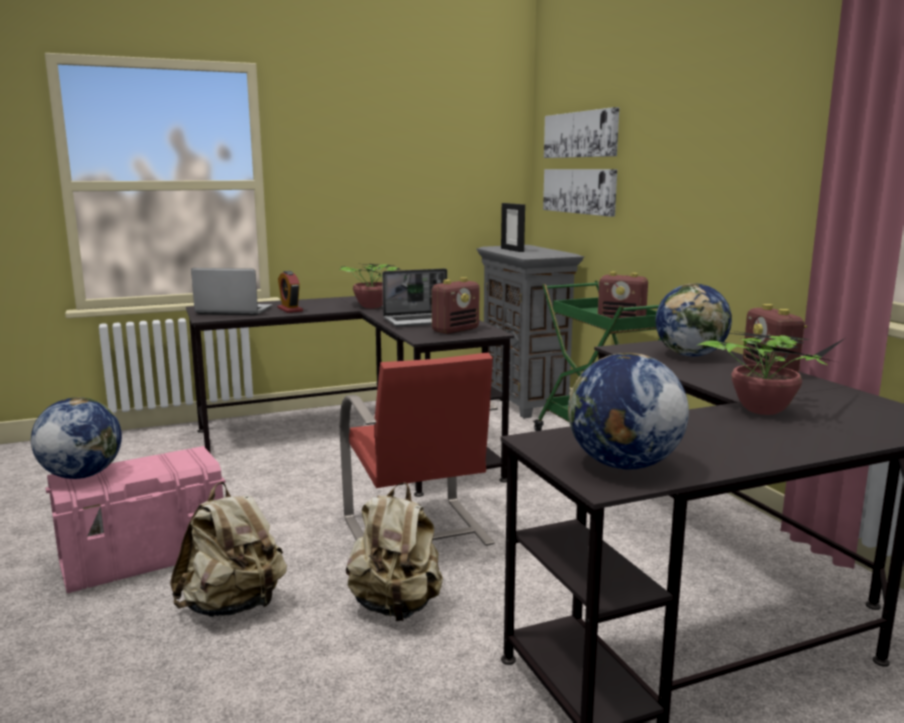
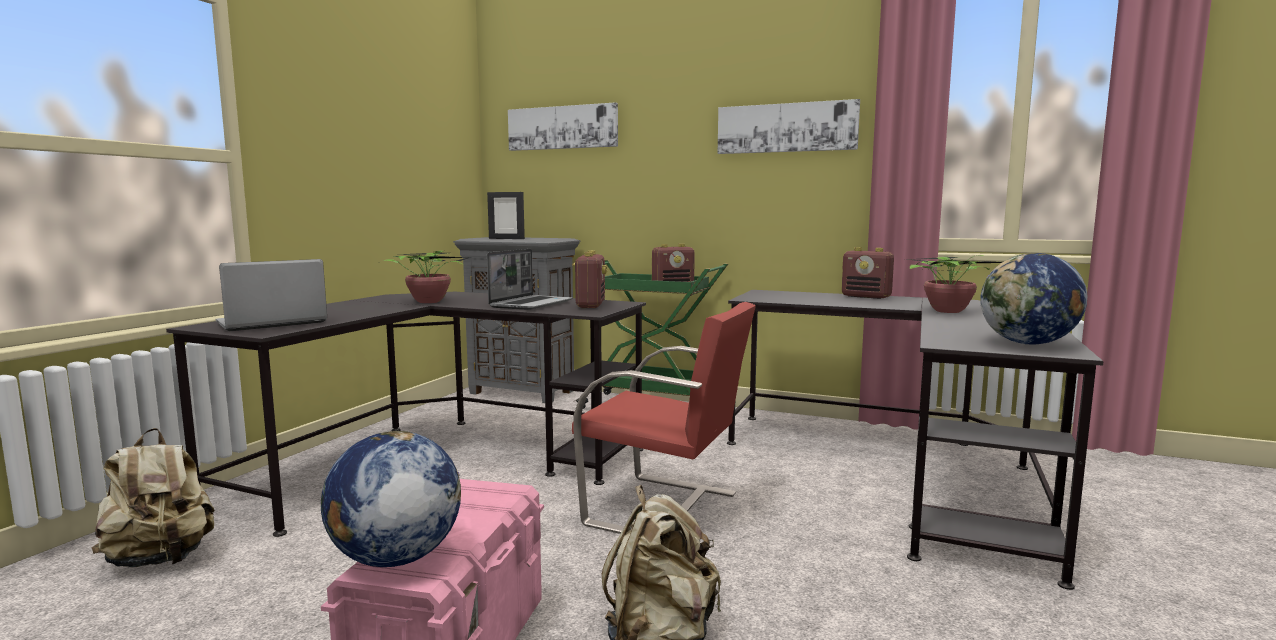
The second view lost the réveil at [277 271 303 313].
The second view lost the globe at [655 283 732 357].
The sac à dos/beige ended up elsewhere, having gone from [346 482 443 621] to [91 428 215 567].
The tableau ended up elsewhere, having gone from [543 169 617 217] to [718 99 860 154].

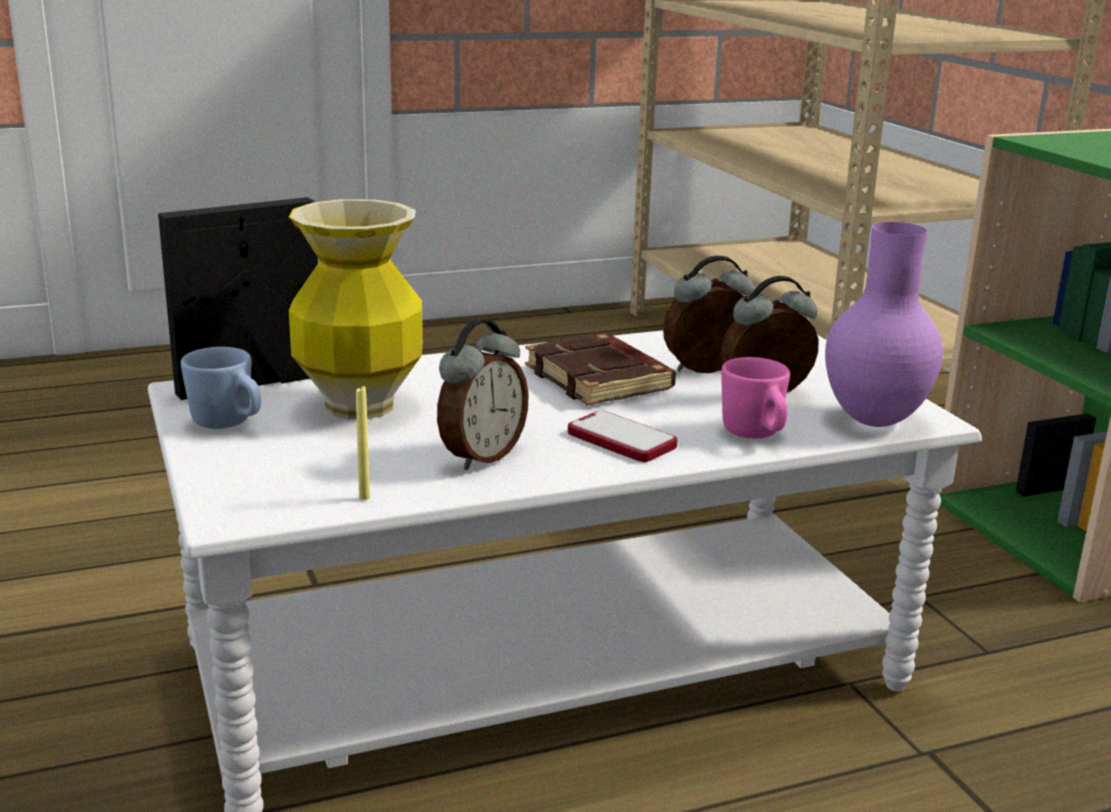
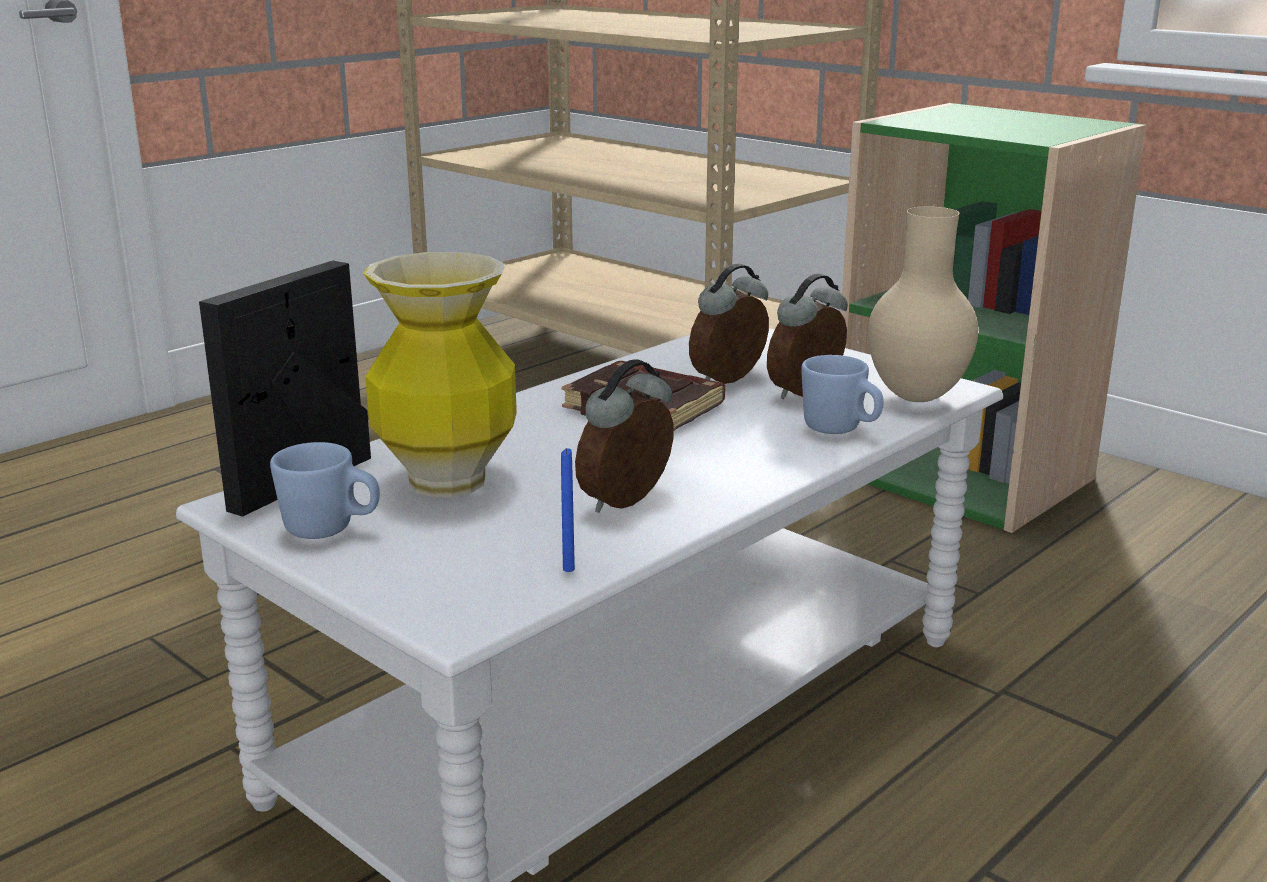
The second view lost the téléphone at [568 411 677 462].
What was the bougie/jaune at [356 385 370 500] turned into the bougie/bleu at [561 448 575 572].
What was the mug/rose at [721 357 790 439] turned into the mug/bleu at [801 355 884 434].
What was the vase/violet at [825 222 943 427] turned into the vase/beige at [868 206 978 402].
The réveil at [437 319 529 470] ended up facing another way, 150 degrees counterclockwise from before.

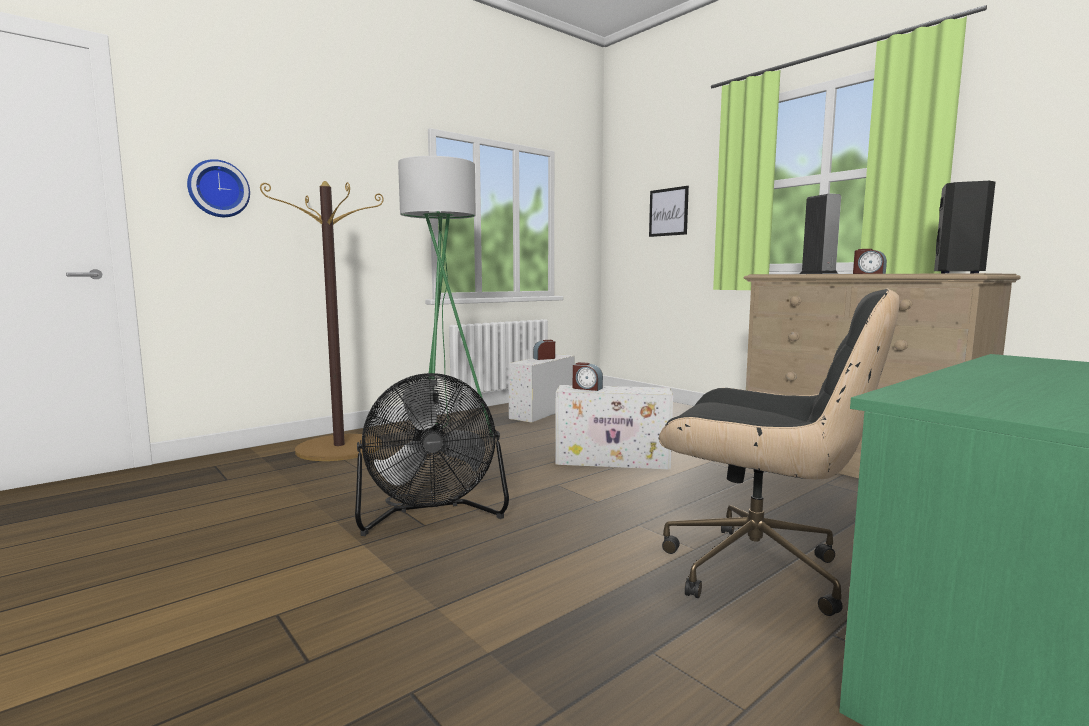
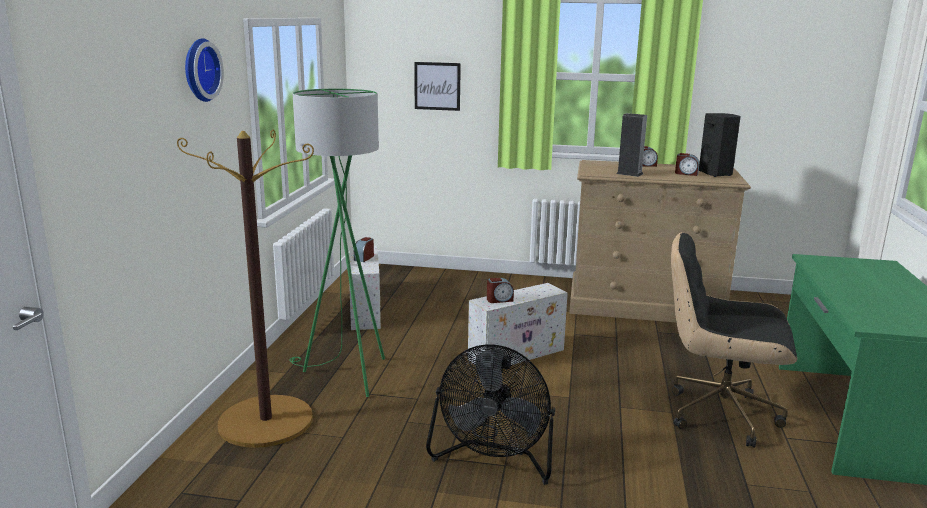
The second view gained the réveil at [675 153 699 176].
The horloge murale ended up elsewhere, having gone from [187 159 250 217] to [185 38 224 102].
The ventilateur/noir at [355 373 509 536] ended up facing another way, 75 degrees clockwise from before.
The chaise de bureau/noir at [659 288 900 616] ended up facing another way, 150 degrees counterclockwise from before.

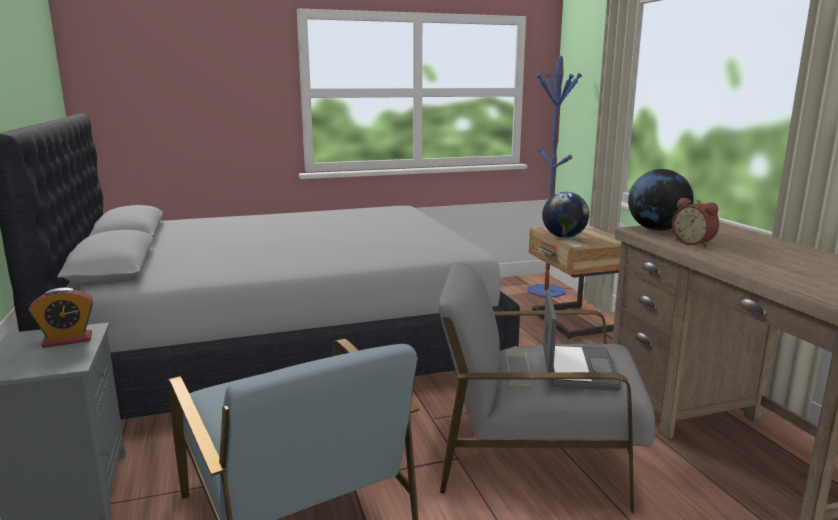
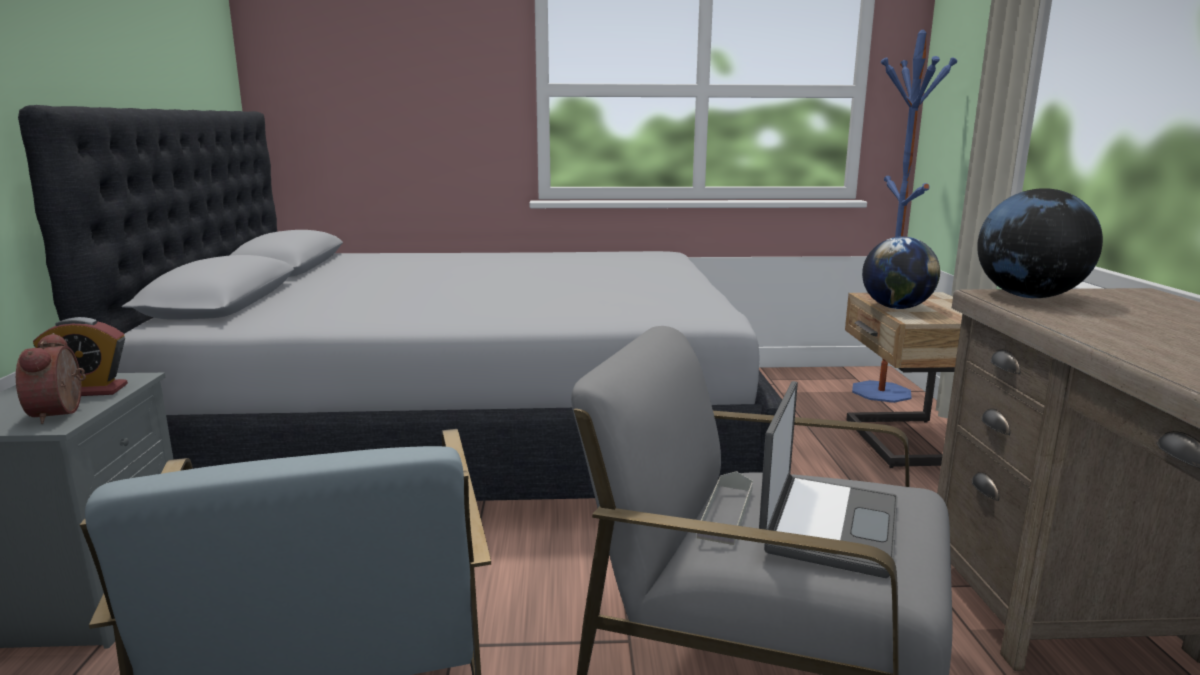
The réveil ended up elsewhere, having gone from [672 197 719 247] to [16 333 86 424].

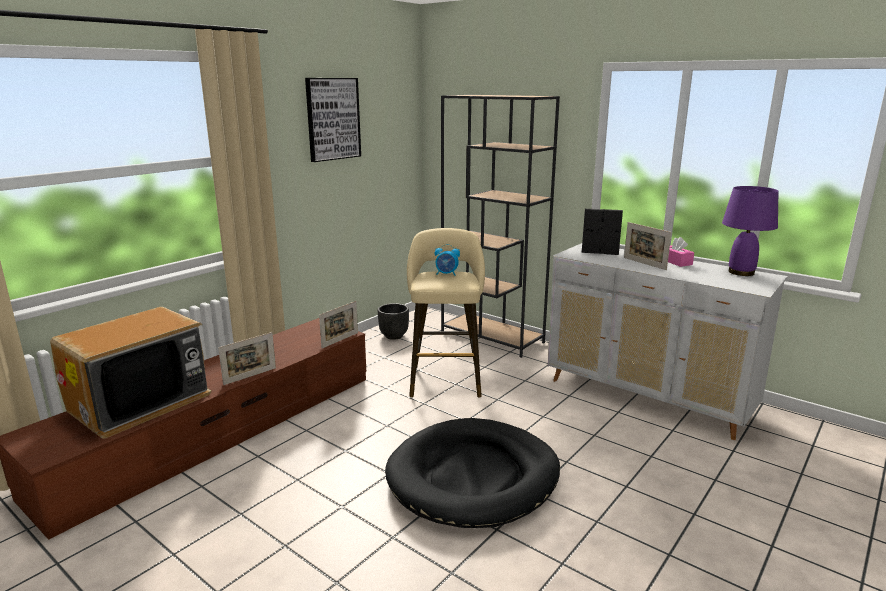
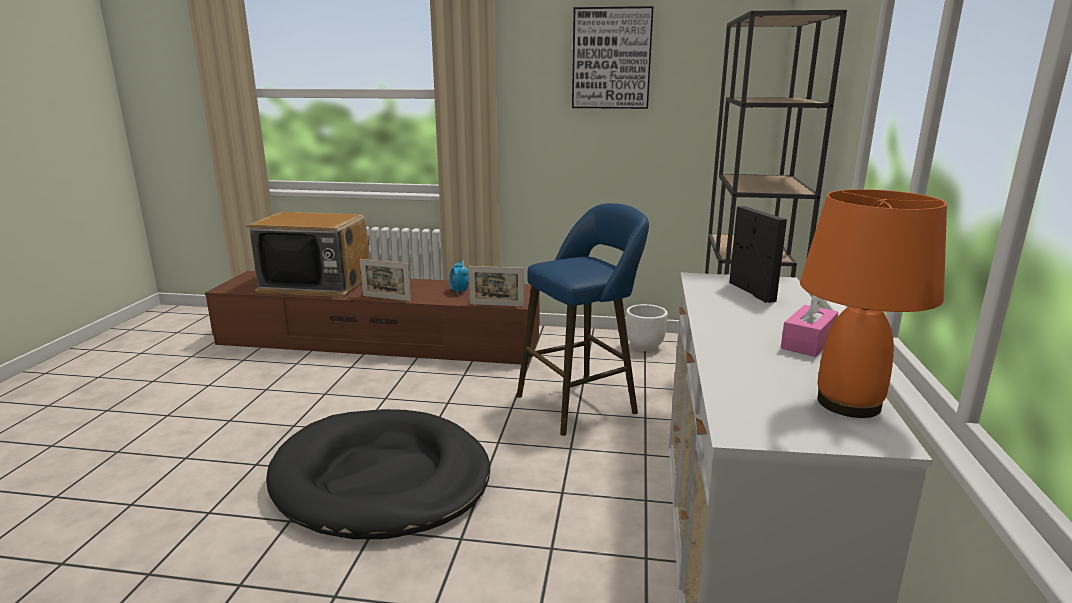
The second view lost the cadre photo at [624 222 672 270].
The réveil ended up elsewhere, having gone from [435 244 460 276] to [449 260 469 295].
What was the cache-pot/noir at [378 303 409 340] turned into the cache-pot/blanc at [626 304 668 351].
What was the tabouret/beige at [407 228 485 397] turned into the tabouret/bleu at [517 203 649 436].
What was the lampe de table/violet at [722 186 778 276] turned into the lampe de table/orange at [800 189 947 418].

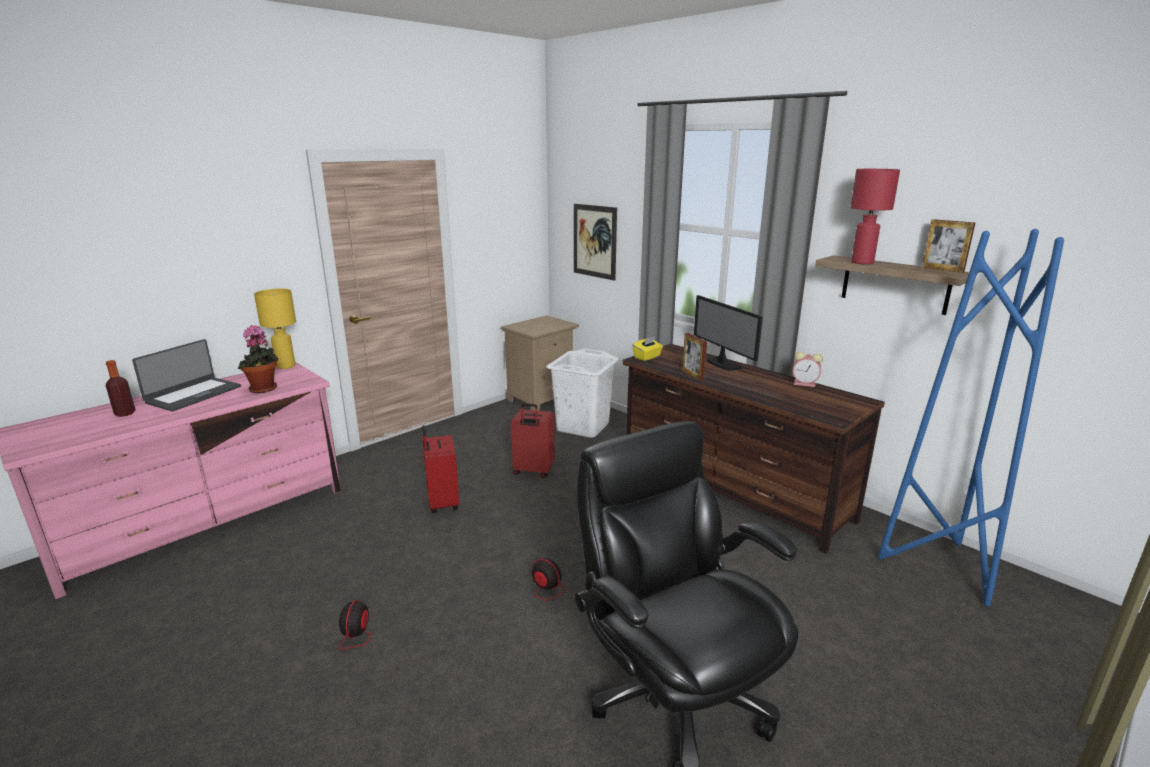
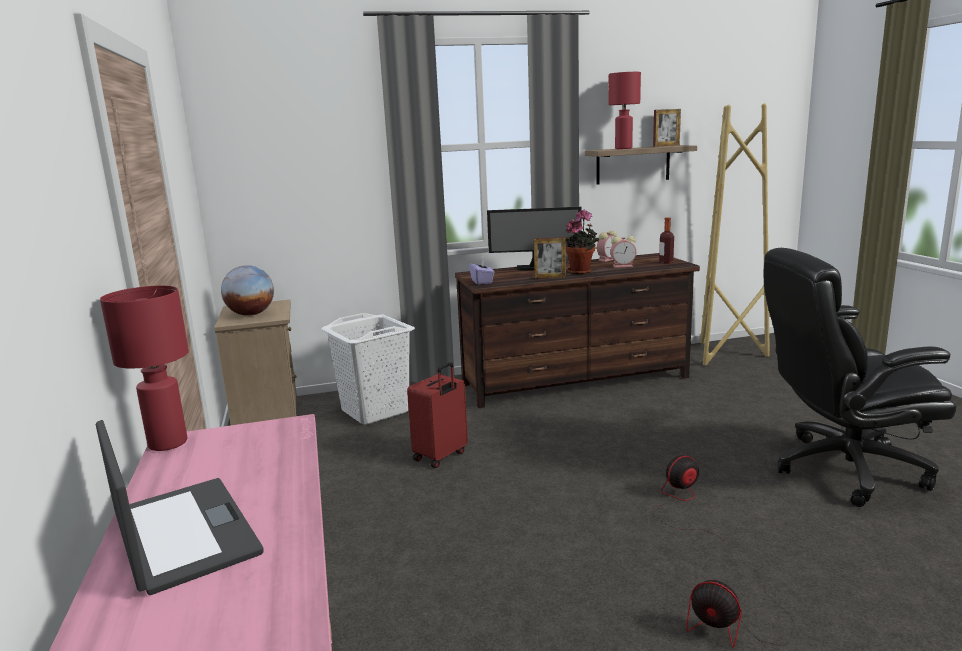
The second view lost the valise/rouge at [422 425 460 513].
The second view lost the tableau at [574 204 617 281].
The second view gained the globe at [221 265 274 316].
The second view gained the réveil at [610 236 636 268].
The bouteille ended up elsewhere, having gone from [106 360 135 417] to [659 217 674 264].
The plante en pot ended up elsewhere, having gone from [238 325 278 393] to [566 209 599 274].
What was the lampe de table/jaune at [254 289 296 369] turned into the lampe de table/rouge at [100 285 189 451].
What was the boîte à mouchoirs/jaune at [632 336 663 361] turned into the boîte à mouchoirs/violet at [469 258 494 285].
What was the portant/bleu at [878 229 1064 607] turned into the portant/jaune at [700 103 770 366].

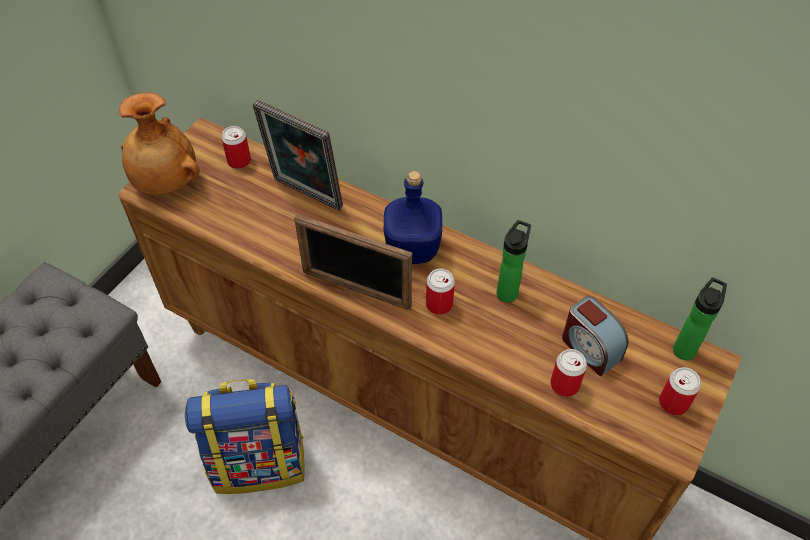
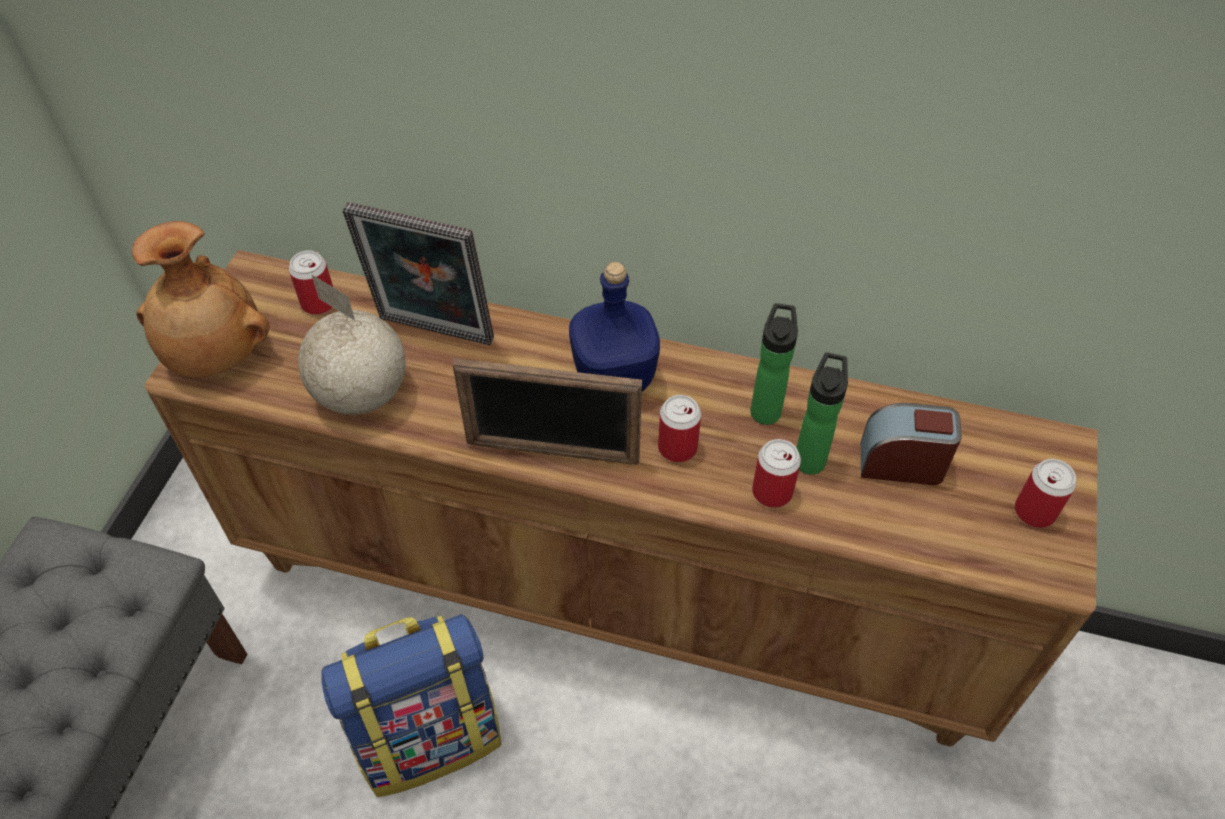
The second view gained the globe at [298 274 406 415].
The boîte métallique ended up elsewhere, having gone from [550 349 587 397] to [752 439 801 508].
The bouteille ended up elsewhere, having gone from [673 278 727 360] to [796 353 848 475].
The réveil at [562 296 629 376] ended up facing another way, 150 degrees clockwise from before.

